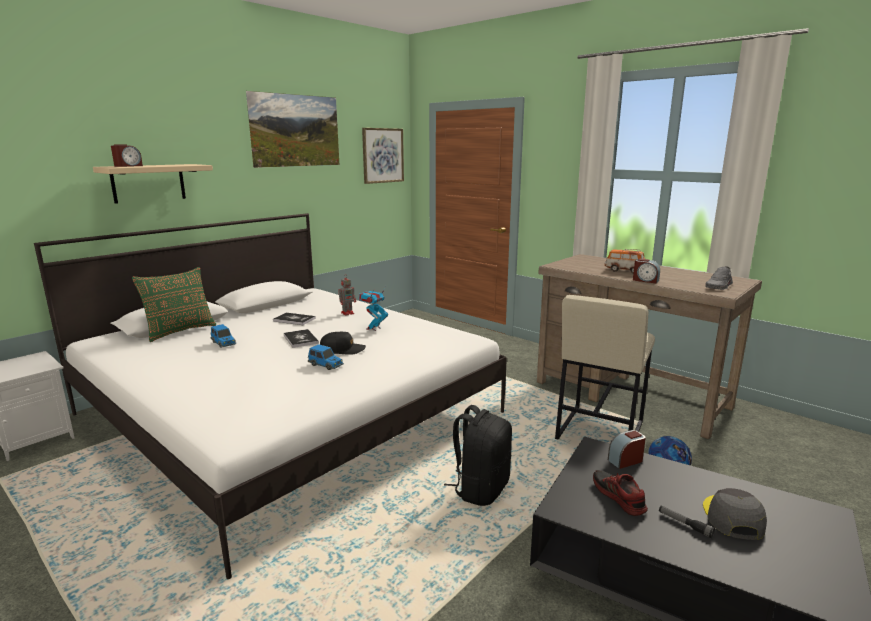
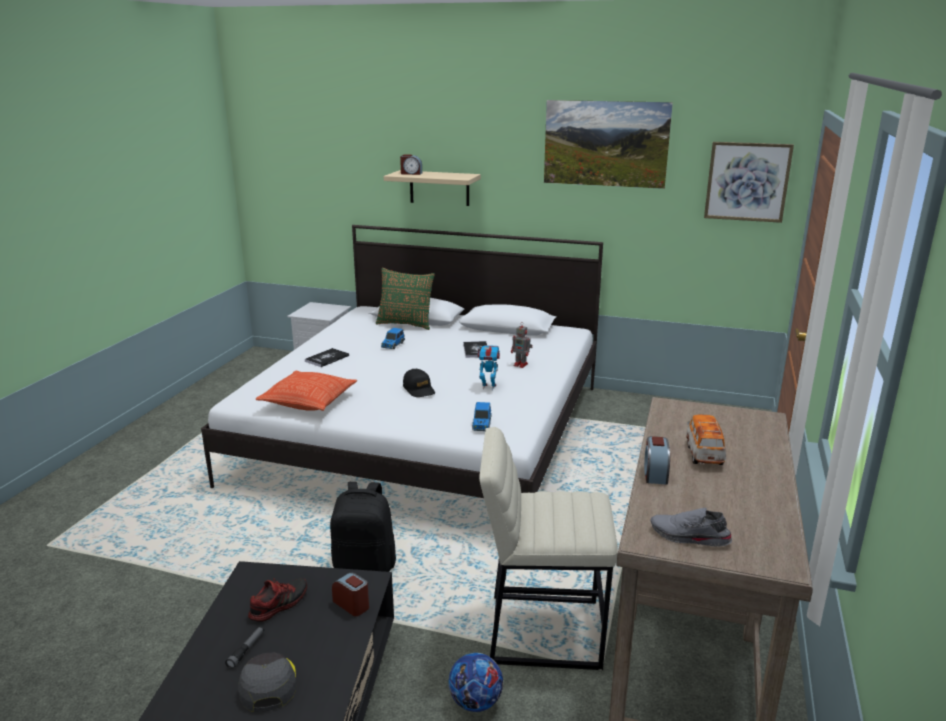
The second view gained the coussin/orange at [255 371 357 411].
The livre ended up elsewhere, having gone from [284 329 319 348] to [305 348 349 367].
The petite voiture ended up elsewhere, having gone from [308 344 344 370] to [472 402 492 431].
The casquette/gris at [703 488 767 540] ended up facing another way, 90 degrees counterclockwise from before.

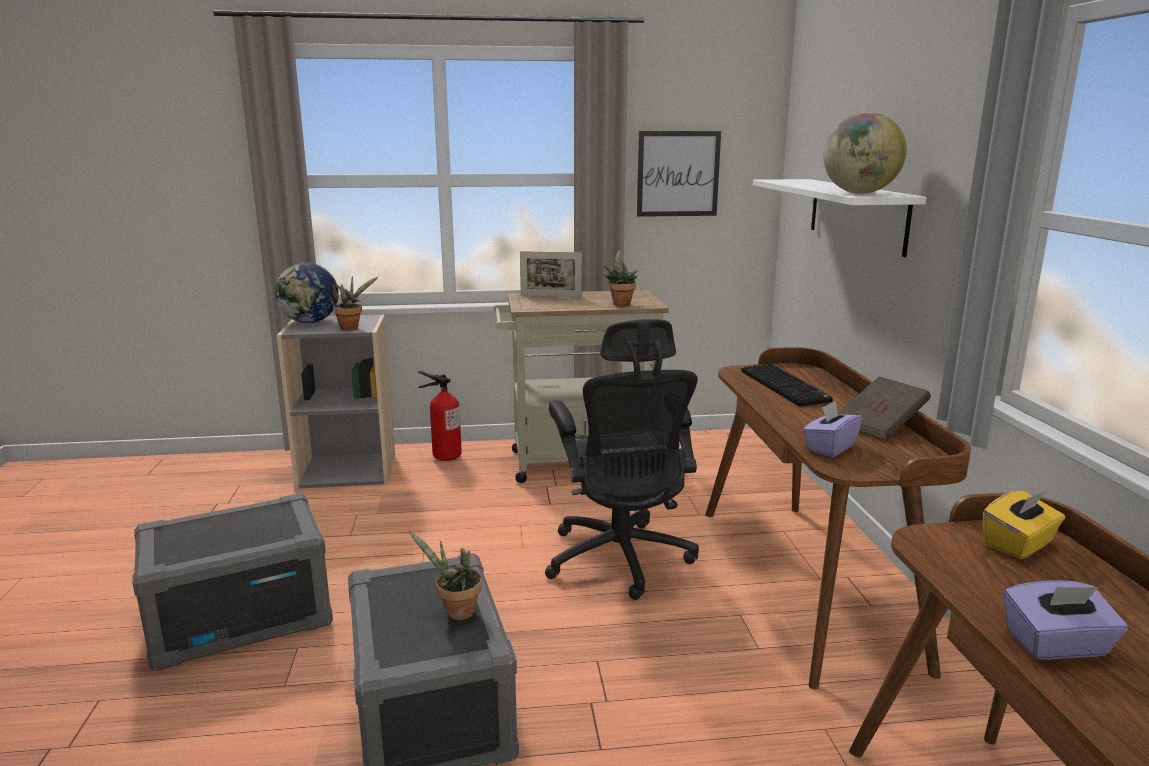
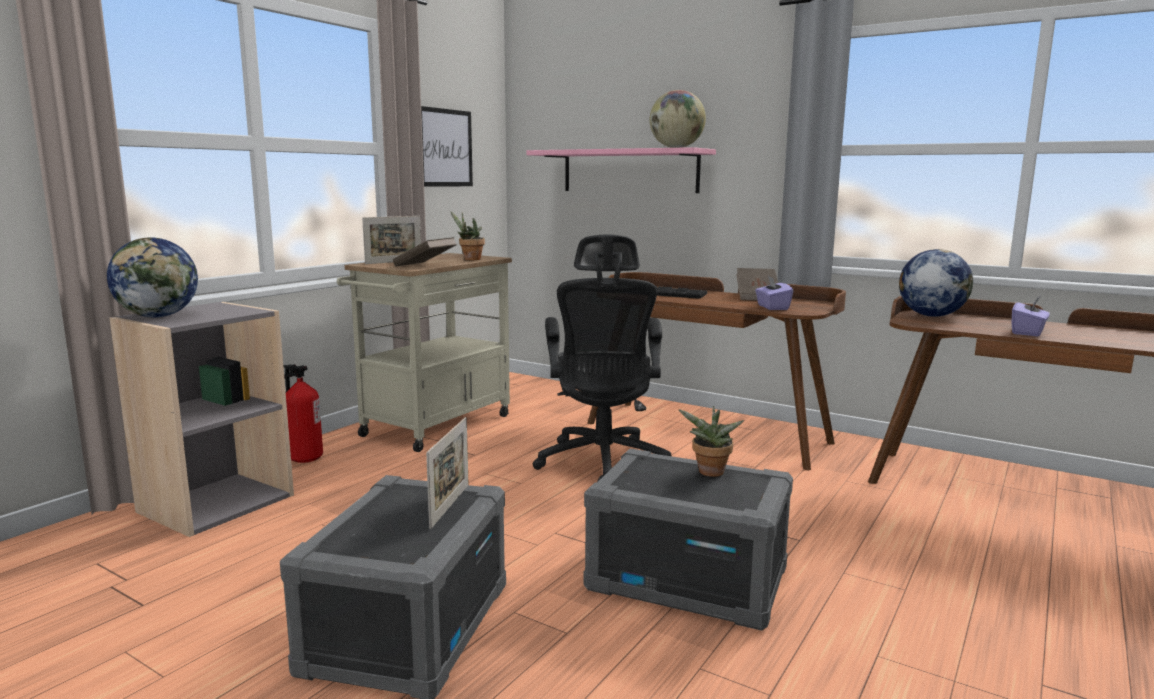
The second view lost the plante en pot at [333 276 378 331].
The second view gained the livre/marron at [393 237 457 266].
The second view gained the cadre photo at [426 417 469 529].
Where the boîte à mouchoirs/jaune stood at [983 490 1065 559], the globe came to stand at [899 249 973 317].
What was the étagère/blanc at [753 179 927 257] turned into the étagère/rose at [526 147 716 193].
The chaise de bureau at [545 319 699 600] ended up facing another way, 60 degrees clockwise from before.

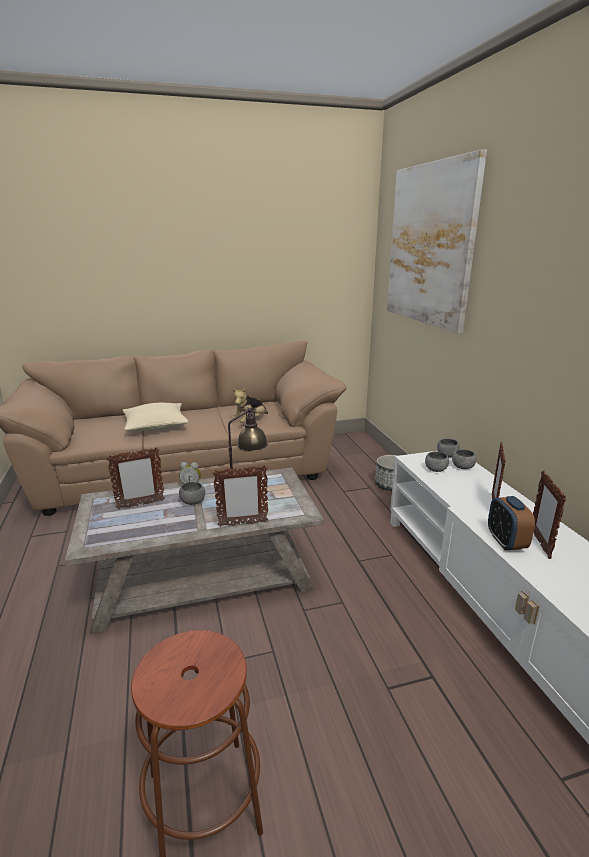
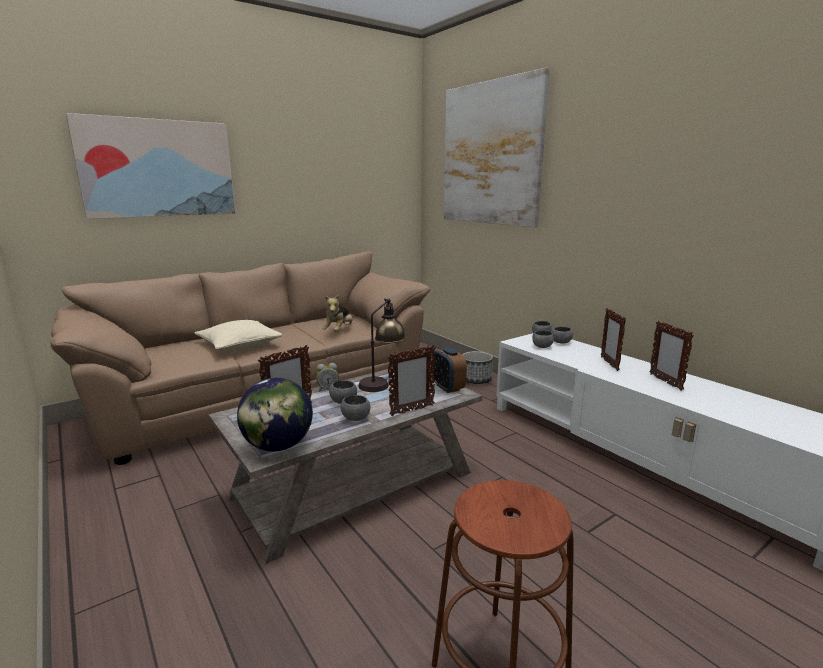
The second view gained the tableau at [66 113 235 219].
The second view gained the globe at [237 378 313 452].
The second view gained the bol/gris at [341 395 370 421].
The réveil ended up elsewhere, having gone from [488 496 535 550] to [432 347 467 393].

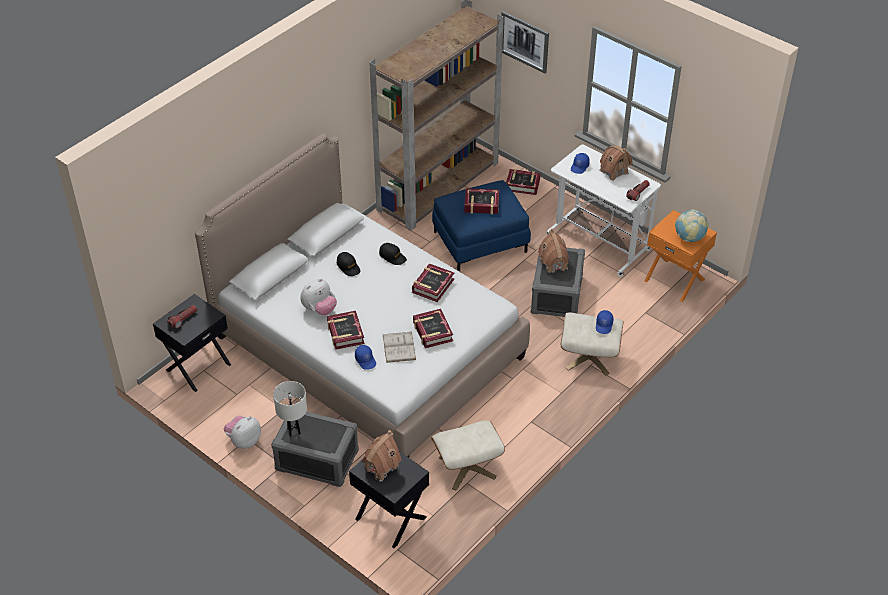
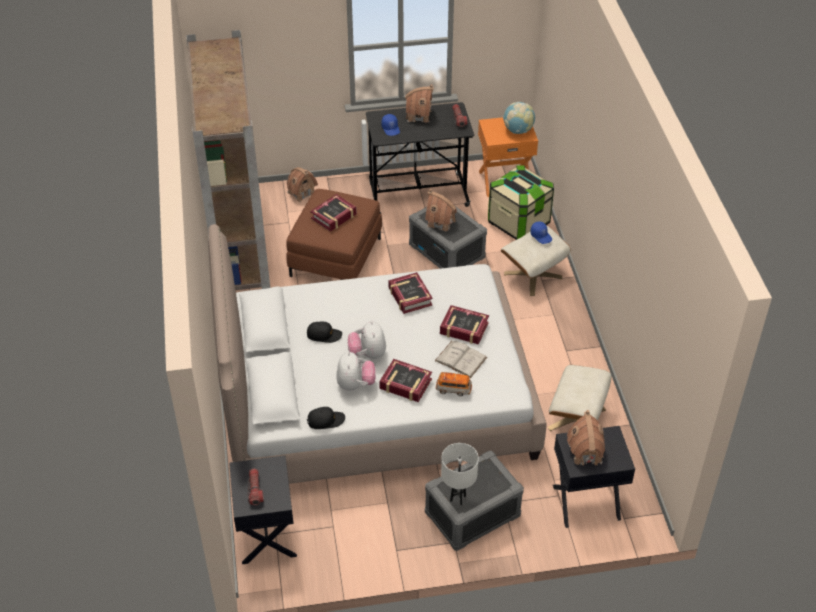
The second view lost the tableau at [501 11 549 74].
The second view gained the boîte de rangement at [488 166 554 240].
The peluche ended up elsewhere, having gone from [224 415 261 449] to [348 320 386 359].
The casquette/noir ended up elsewhere, having gone from [379 243 407 265] to [307 407 345 429].
Where the casquette/bleu stood at [355 345 376 370], the petite voiture came to stand at [436 372 472 396].
Where the livre stood at [506 169 541 195], the maison miniature came to stand at [287 167 318 202].
What was the pouf/bleu at [432 180 531 272] turned into the pouf/marron at [286 189 382 280].
What was the bureau/blanc at [547 144 661 277] turned into the bureau/noir at [366 102 474 214].

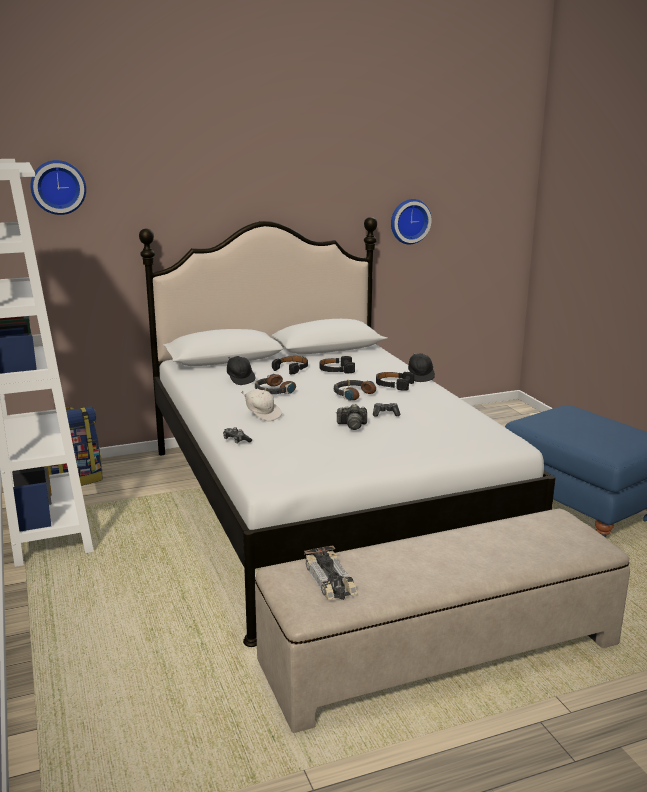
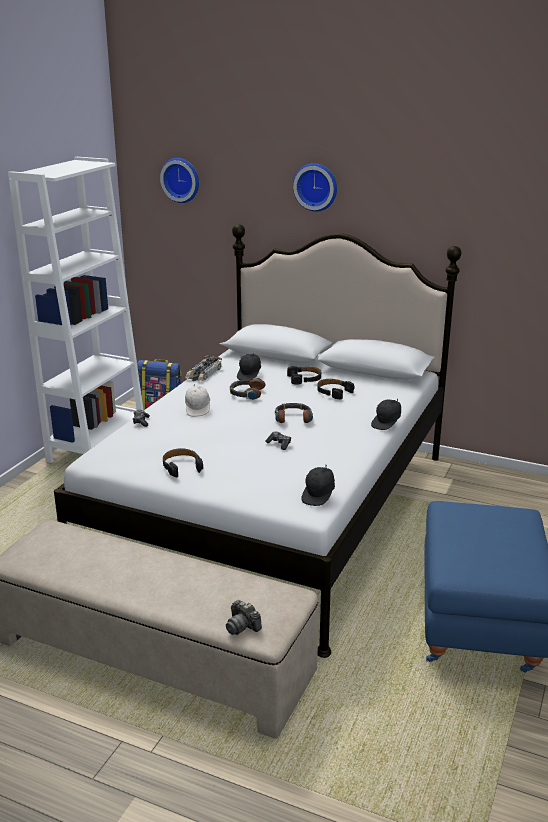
The second view gained the casquette/noir at [301 465 335 506].
The petite voiture ended up elsewhere, having gone from [304 546 357 600] to [185 355 222 381].
The appareil photo ended up elsewhere, having gone from [336 404 367 430] to [226 600 262 635].
The casque audio/noir ended up elsewhere, having gone from [376 372 414 391] to [163 448 203 478].
The horloge murale ended up elsewhere, having gone from [391 199 432 244] to [293 163 337 212].

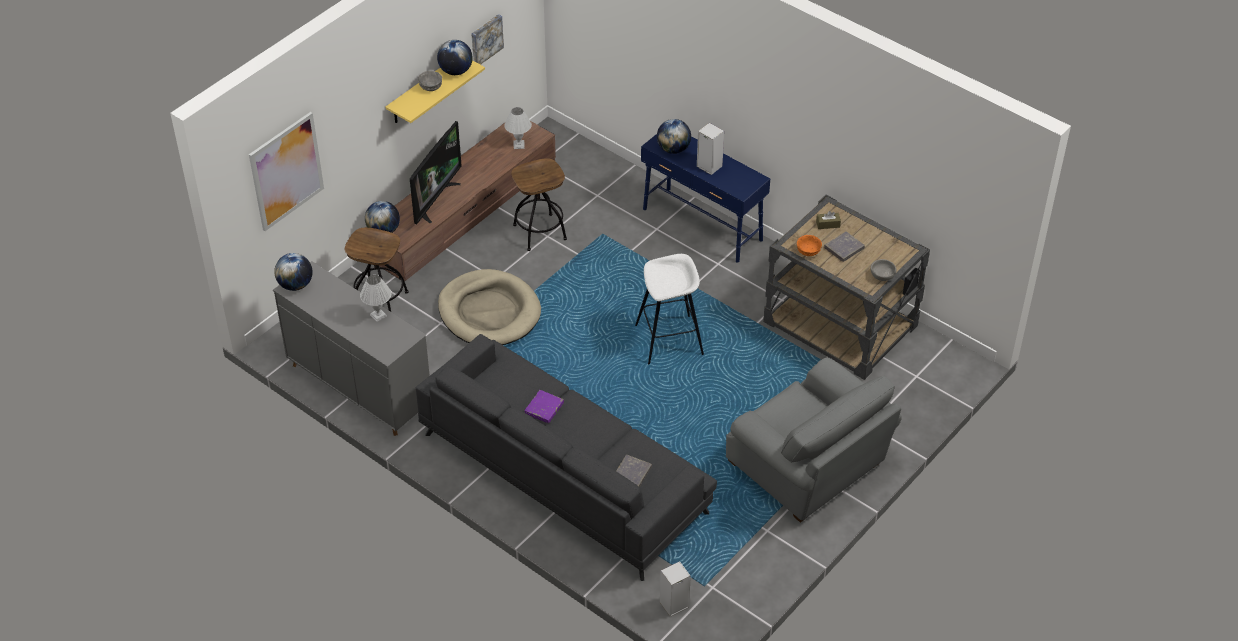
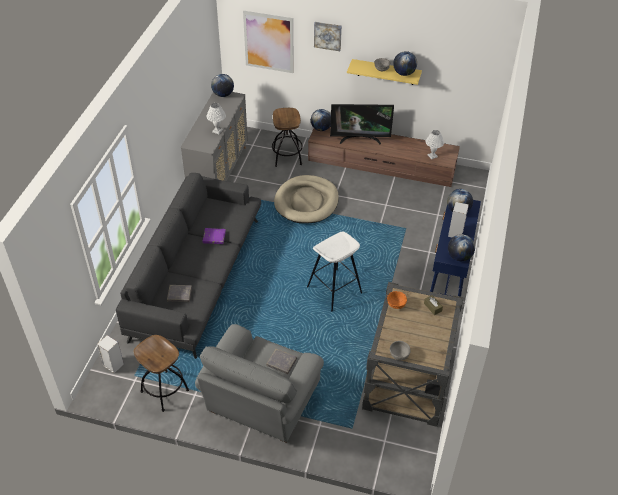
The second view gained the globe at [448 234 475 261].
The tableau ended up elsewhere, having gone from [471 14 504 65] to [314 22 342 51].
The tabouret/marron ended up elsewhere, having gone from [511 158 567 251] to [134 335 189 412].
The livre/gris ended up elsewhere, having gone from [824 231 865 262] to [266 349 297 374].

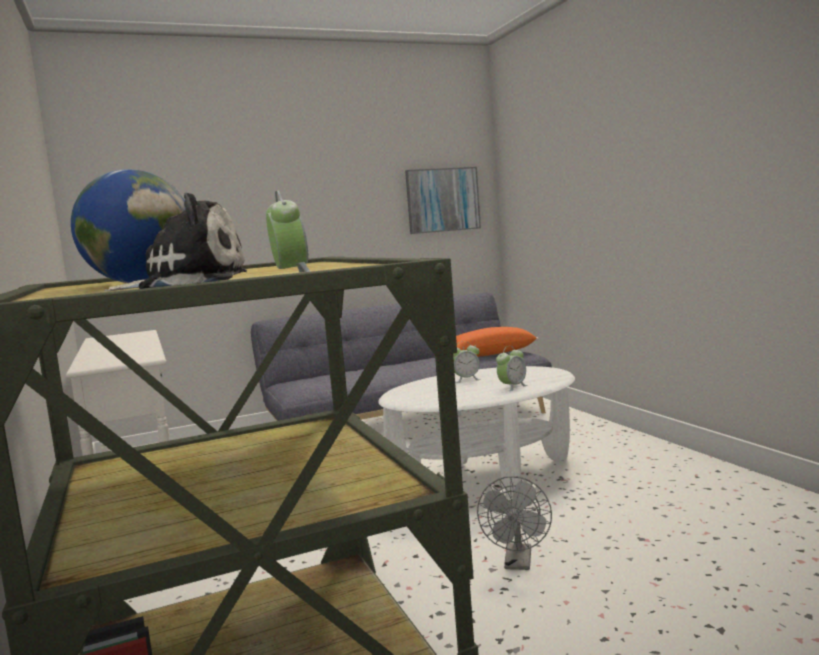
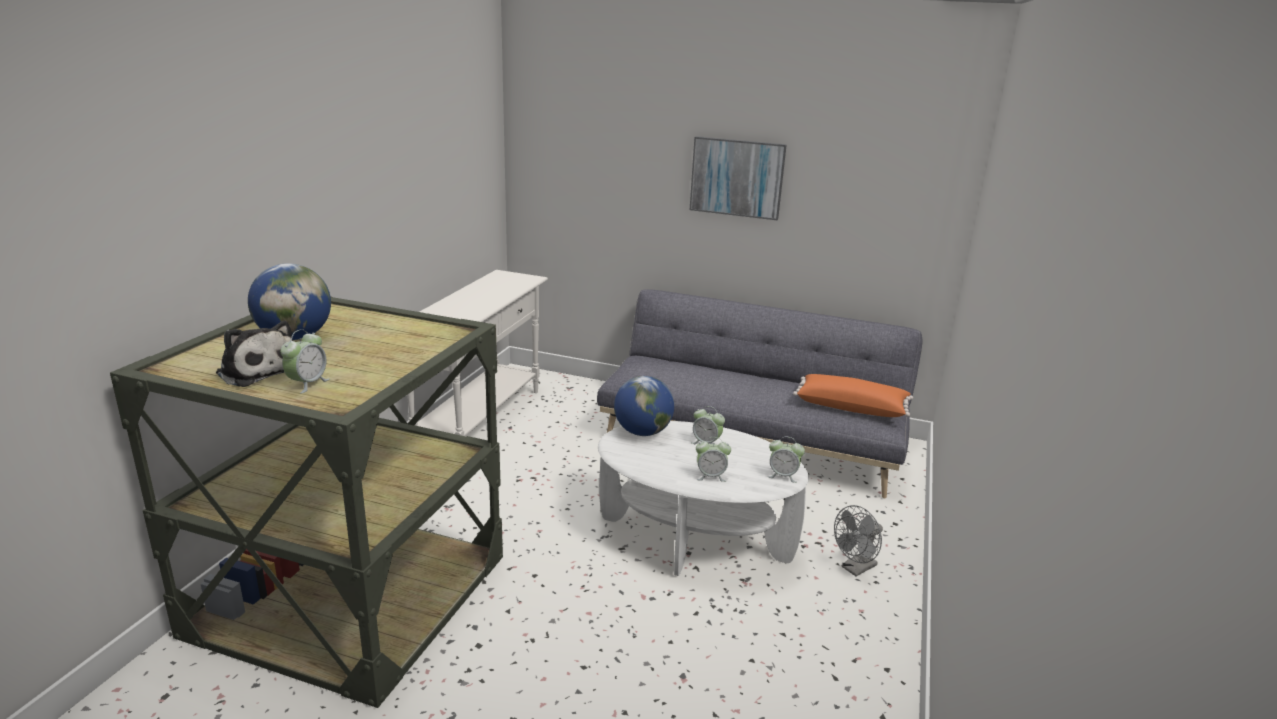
The second view gained the globe at [614 376 674 436].
The second view gained the réveil at [768 436 805 483].
The tableau ended up elsewhere, having gone from [405 167 481 234] to [690 136 787 220].
The ventilateur/gris ended up elsewhere, having gone from [477 476 552 570] to [834 505 883 576].

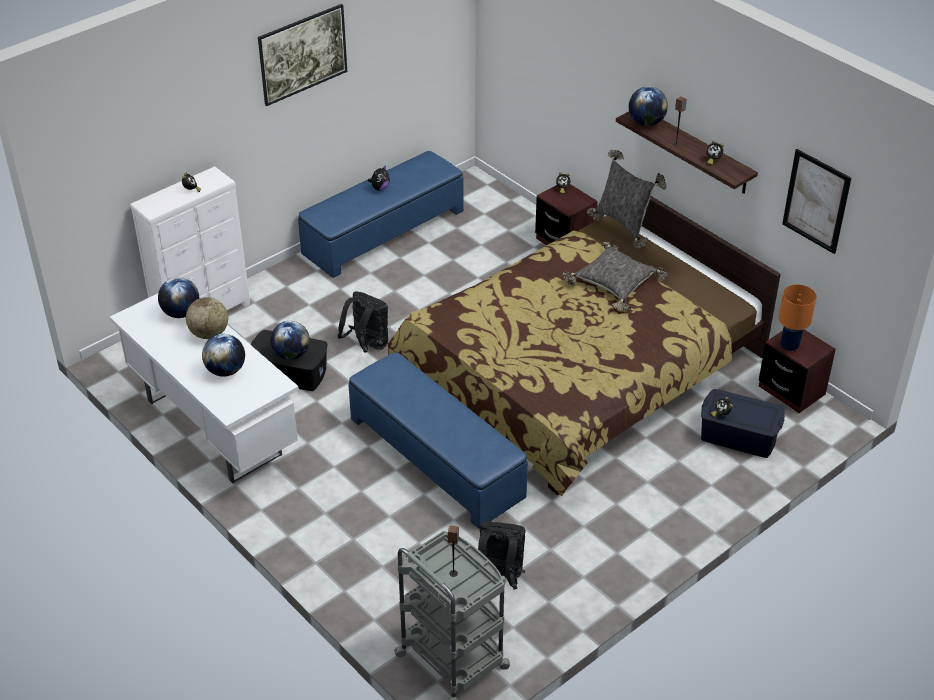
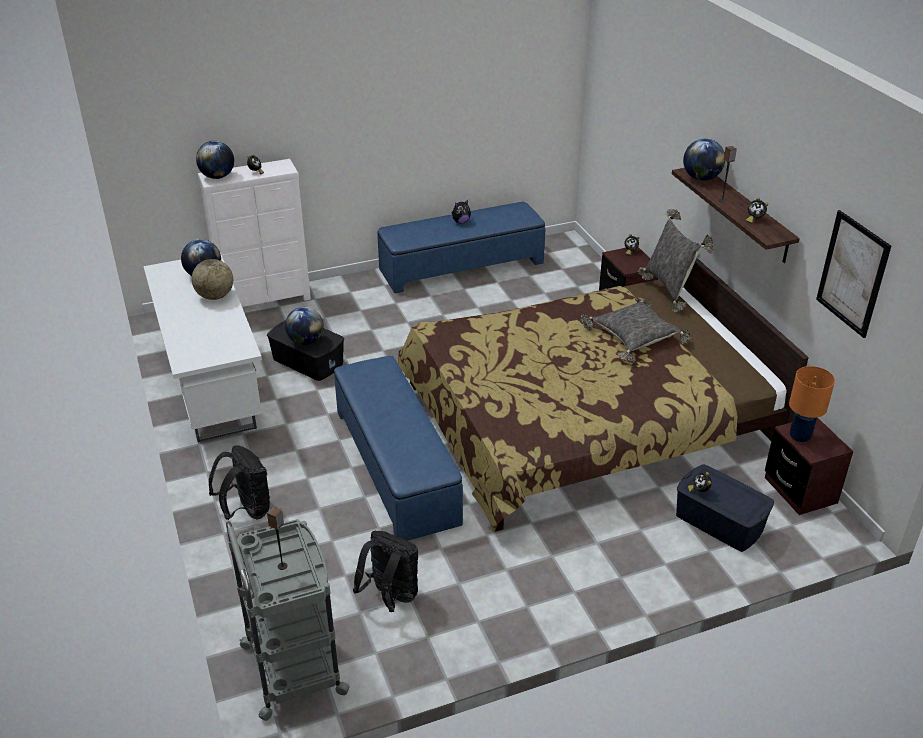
The second view lost the tableau at [258 4 347 106].
The globe ended up elsewhere, having gone from [202 334 245 377] to [196 141 234 179].
The sac à dos/noir ended up elsewhere, having gone from [337 291 388 352] to [209 445 270 520].

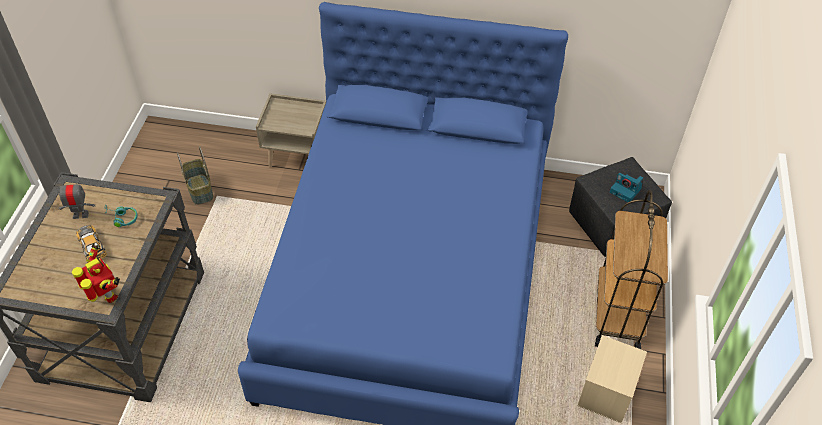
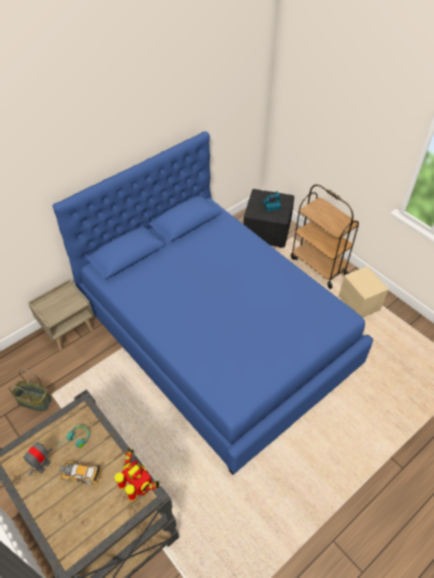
The robot jouet at [72 243 120 303] ended up facing another way, 45 degrees clockwise from before.

